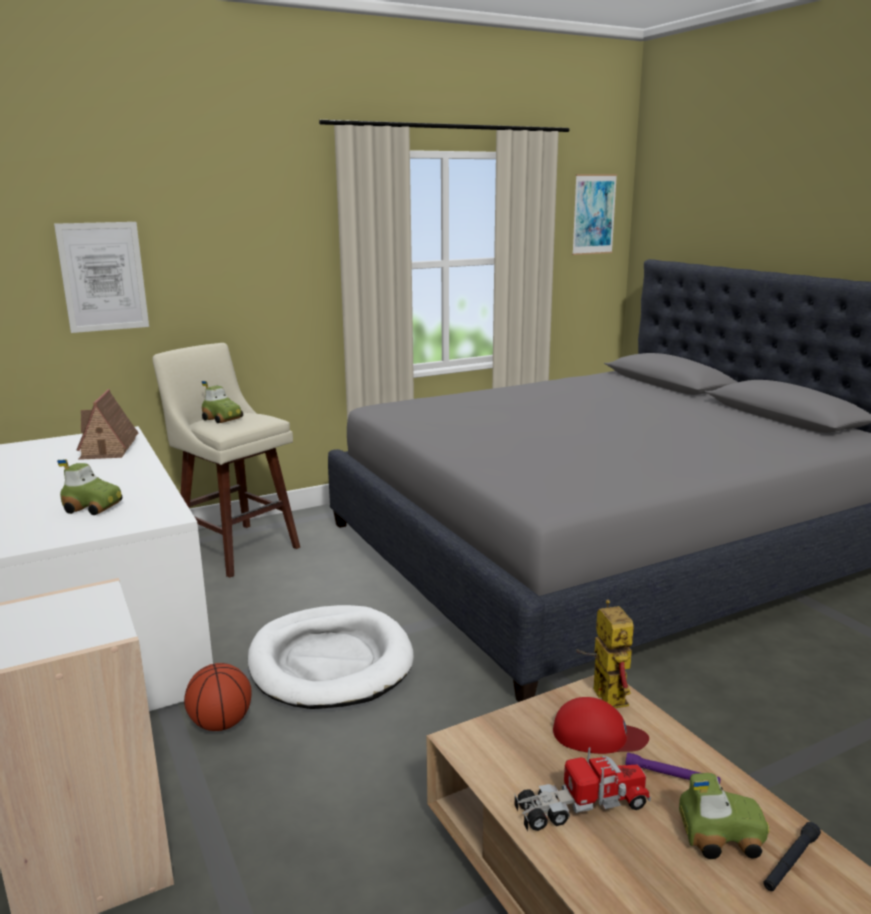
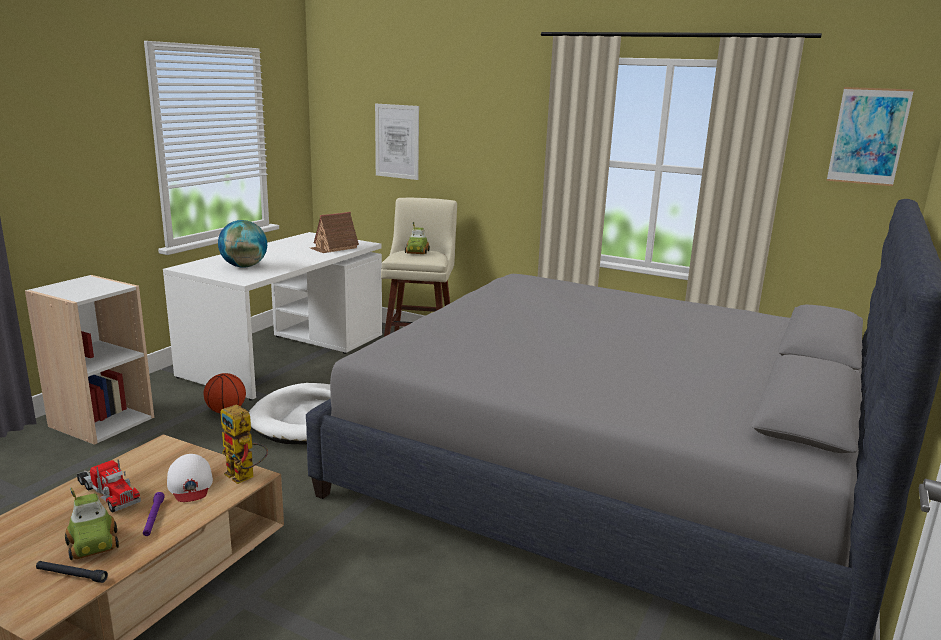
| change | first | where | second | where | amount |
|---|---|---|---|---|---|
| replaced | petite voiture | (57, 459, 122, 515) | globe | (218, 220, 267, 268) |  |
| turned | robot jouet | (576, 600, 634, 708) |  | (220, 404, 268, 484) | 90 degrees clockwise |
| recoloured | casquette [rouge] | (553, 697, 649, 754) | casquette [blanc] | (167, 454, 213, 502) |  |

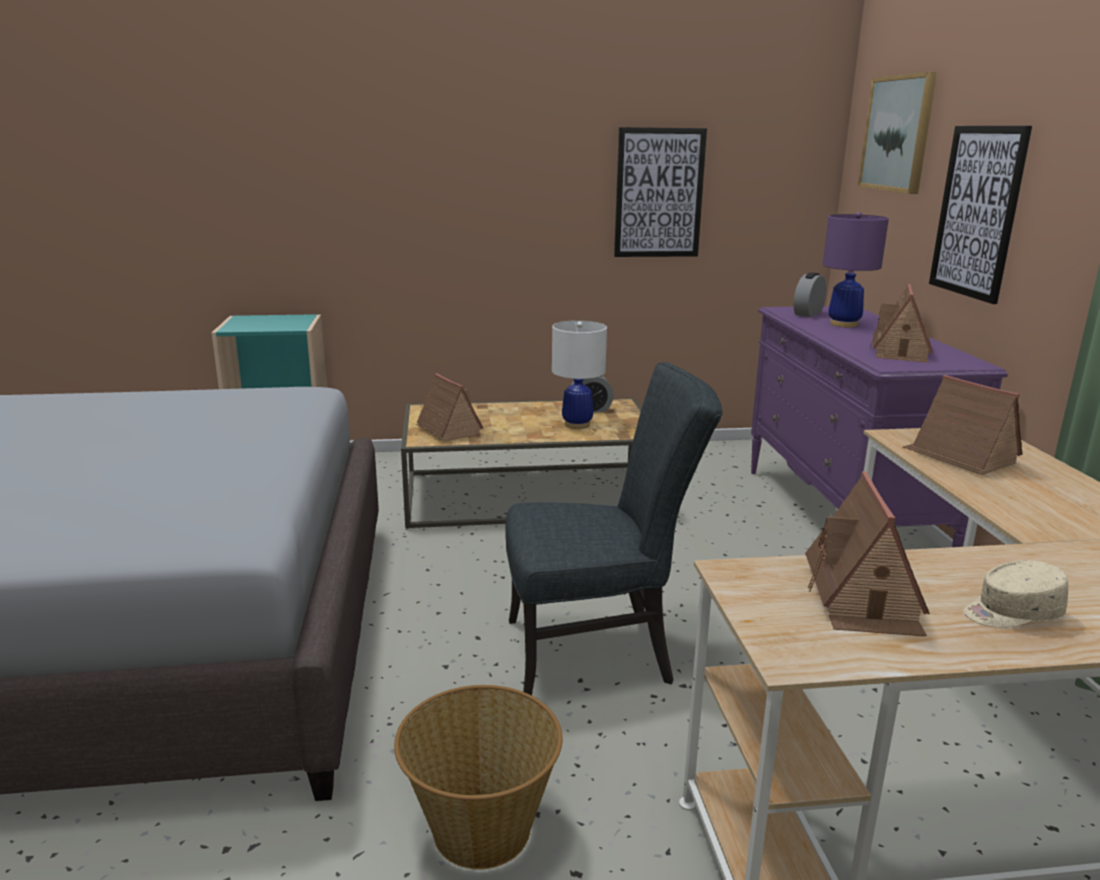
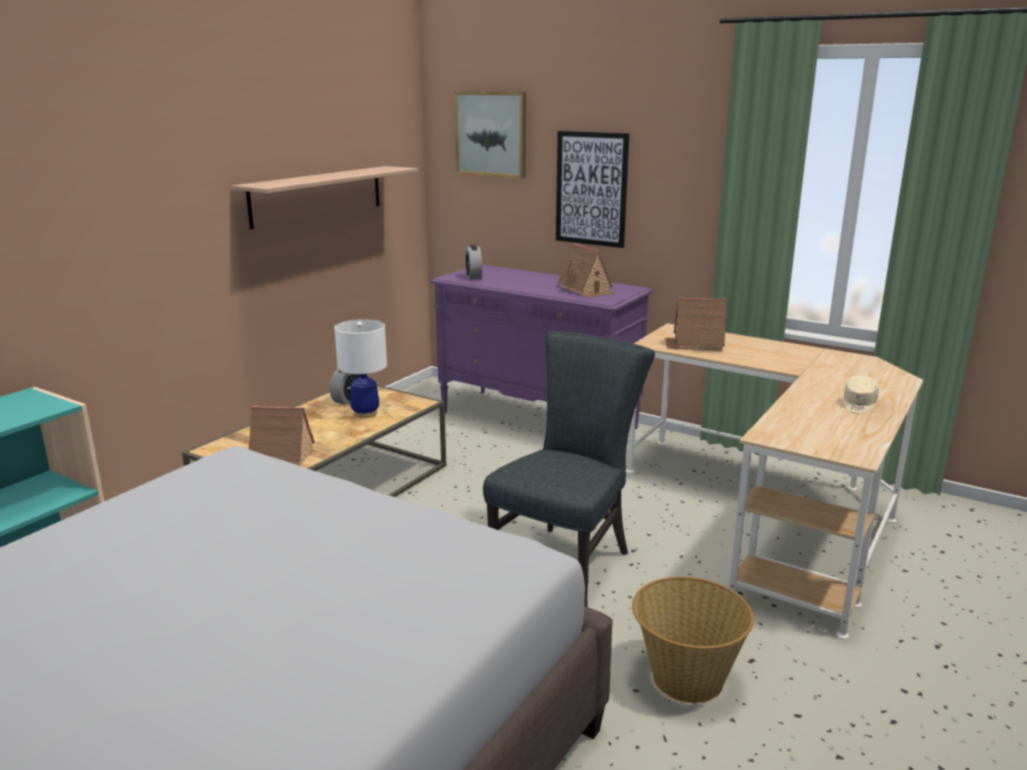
| change | first | where | second | where | amount |
|---|---|---|---|---|---|
| replaced | tableau | (614, 127, 707, 257) | étagère | (232, 166, 418, 229) |  |
| removed | lampe de table [violet] | (823, 212, 889, 328) |  |  |  |
| removed | maison miniature | (805, 471, 930, 637) |  |  |  |

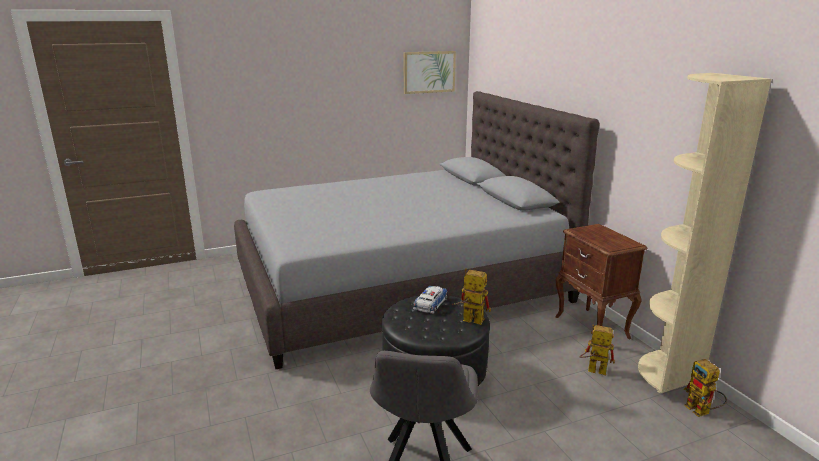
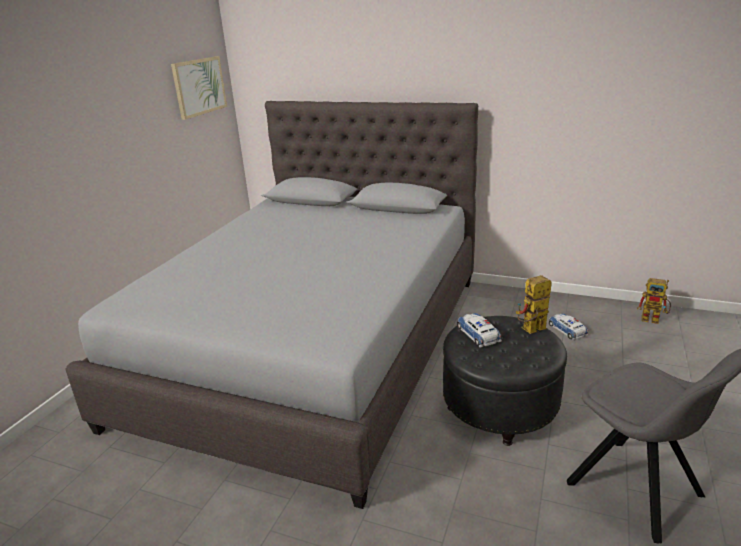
| change | first | where | second | where | amount |
|---|---|---|---|---|---|
| removed | bibliothèque [beige] | (638, 73, 771, 393) |  |  |  |
| removed | table de chevet [marron] | (555, 224, 648, 340) |  |  |  |
| replaced | robot jouet | (580, 324, 615, 375) | petite voiture | (549, 313, 588, 340) |  |

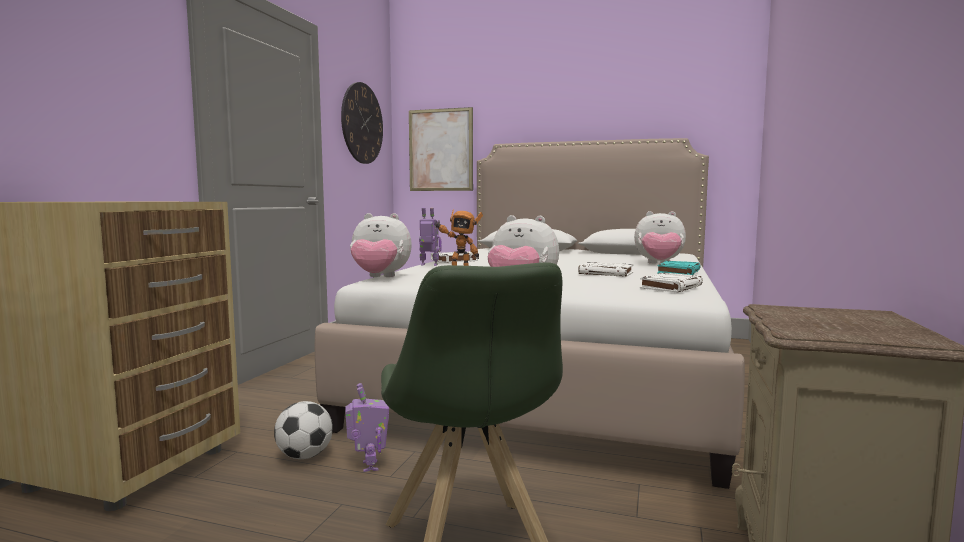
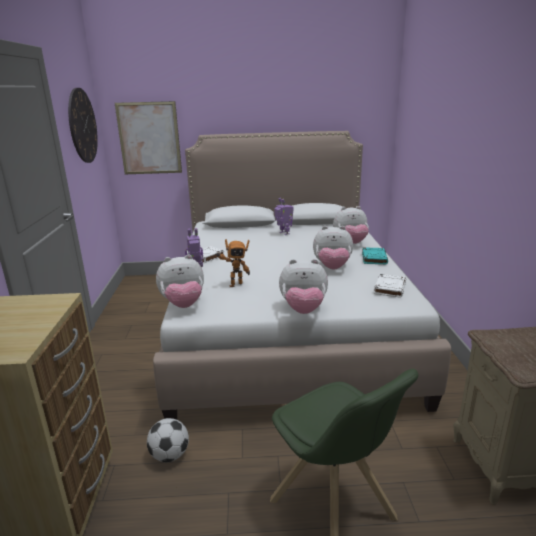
| change | first | where | second | where | amount |
|---|---|---|---|---|---|
| replaced | livre [blanc] | (578, 262, 634, 277) | peluche | (313, 226, 353, 270) |  |
| moved | robot jouet | (345, 383, 389, 472) |  | (274, 198, 294, 235) |  |

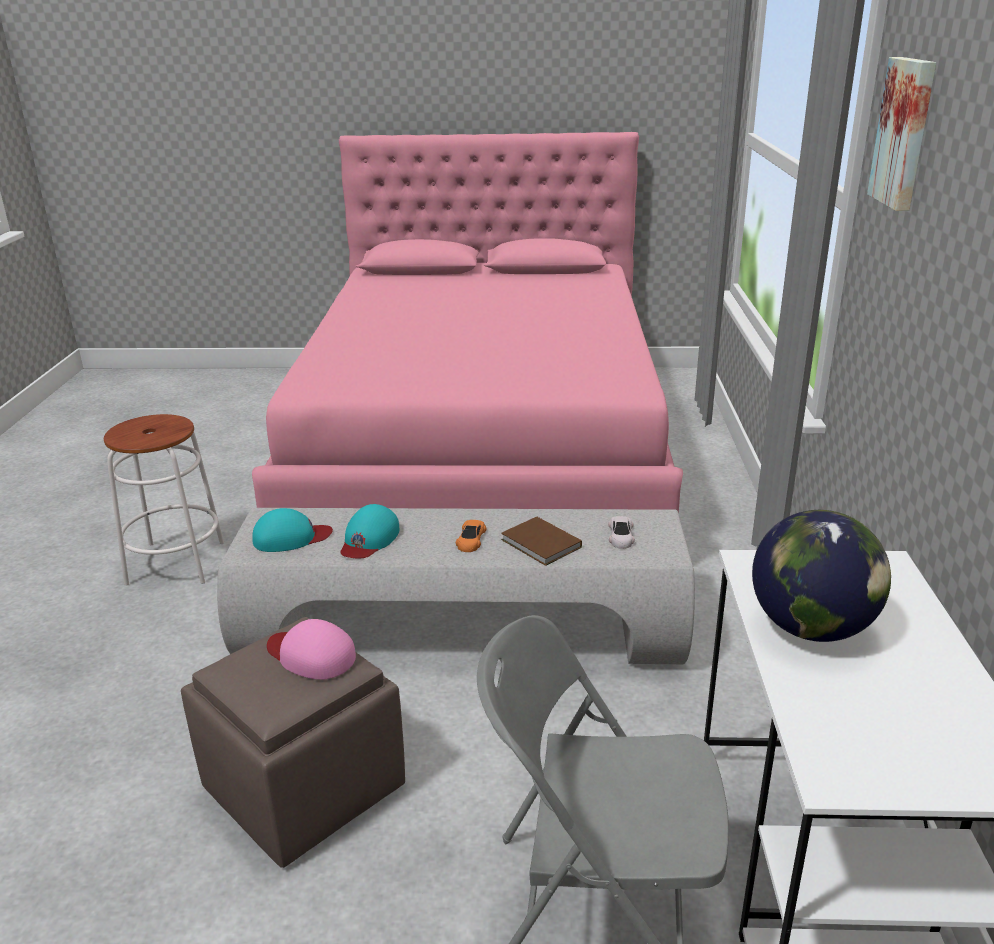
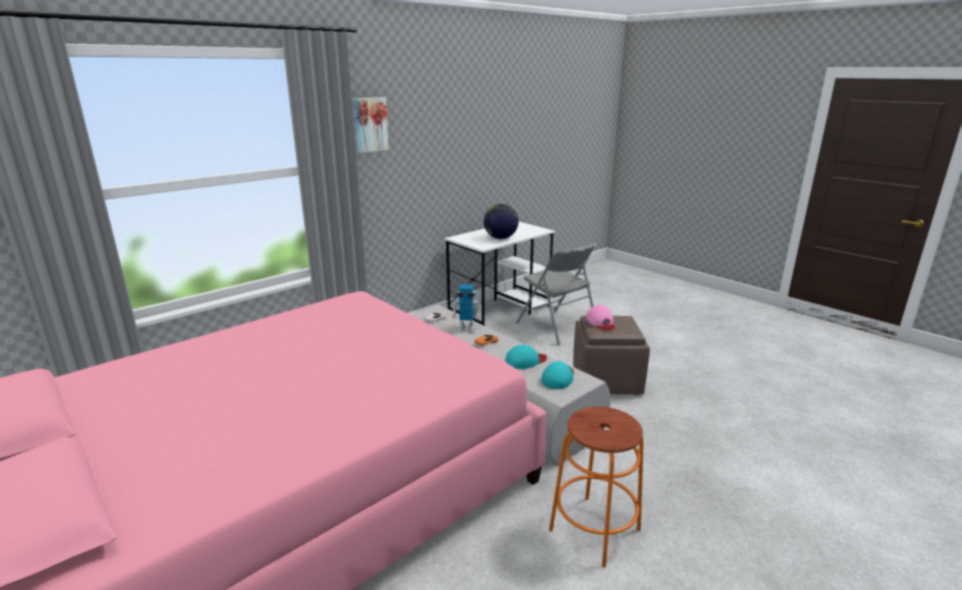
| change | first | where | second | where | amount |
|---|---|---|---|---|---|
| recoloured | tabouret [blanc] | (104, 414, 224, 586) | tabouret [orange] | (549, 406, 643, 568) |  |
| turned | casquette [turquoise] | (252, 508, 333, 552) |  | (542, 361, 574, 389) | 90 degrees clockwise |
| replaced | livre [marron] | (501, 517, 582, 566) | robot jouet | (452, 284, 481, 334) |  |

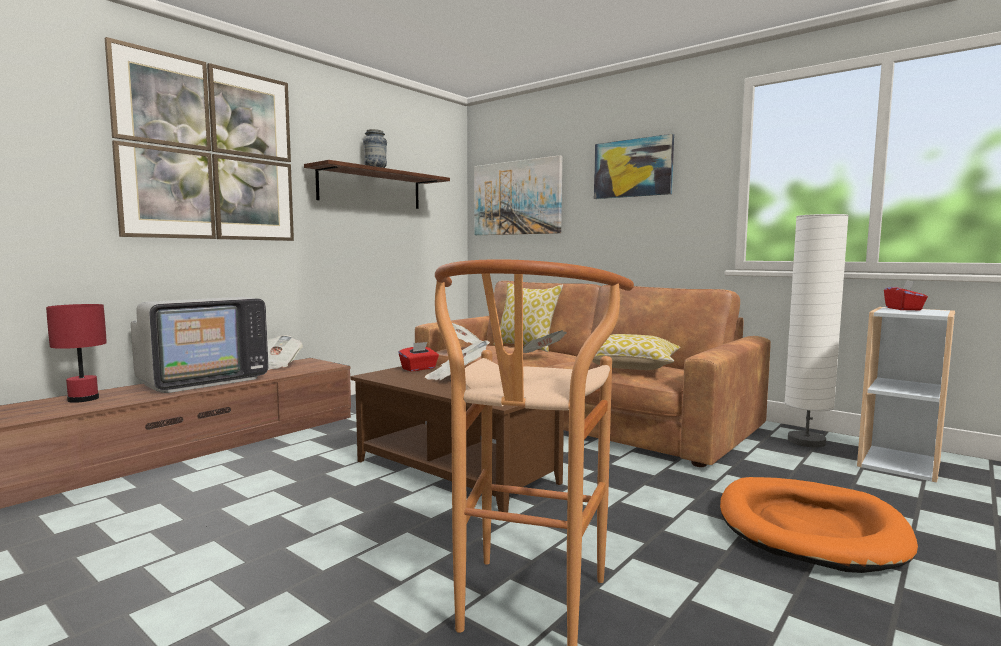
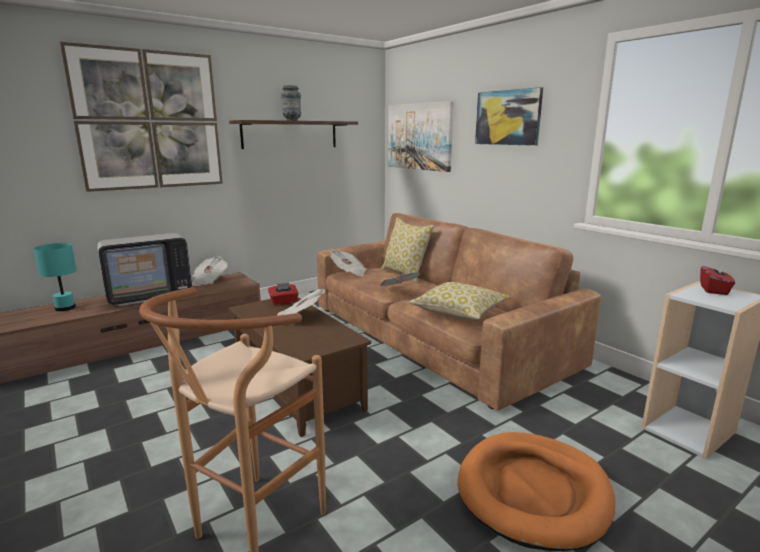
| change | first | where | second | where | amount |
|---|---|---|---|---|---|
| removed | lampadaire [blanc] | (784, 214, 849, 447) |  |  |  |
| recoloured | lampe de table [rouge] | (46, 304, 107, 403) | lampe de table [turquoise] | (33, 243, 76, 311) |  |

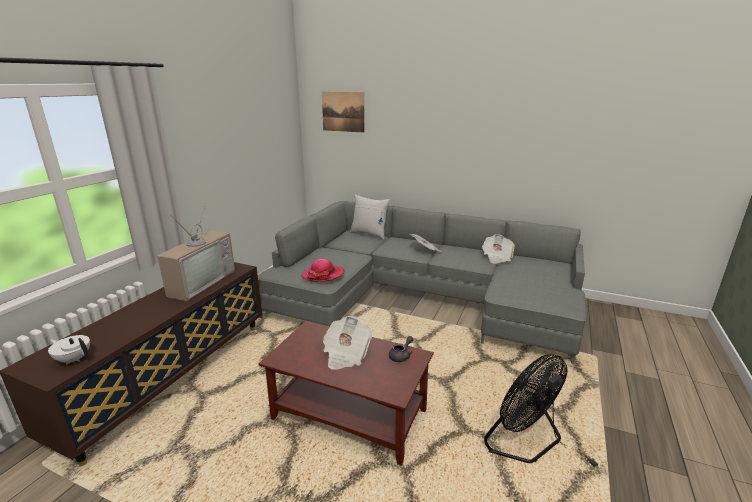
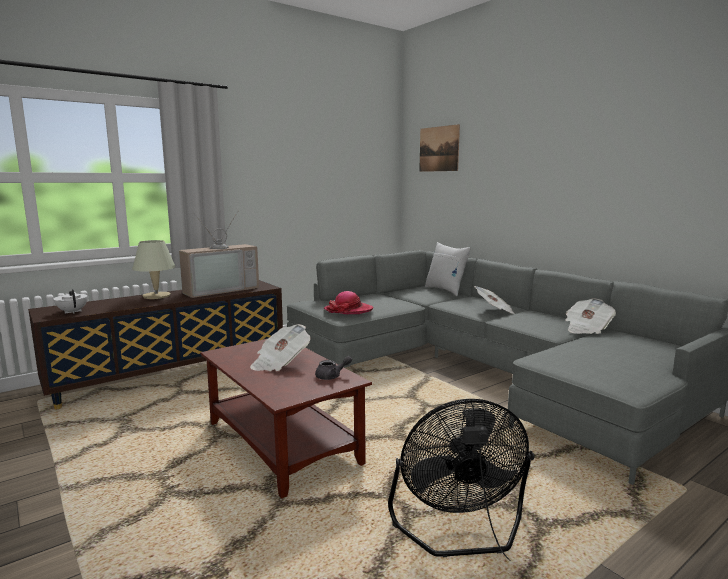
| change | first | where | second | where | amount |
|---|---|---|---|---|---|
| added |  |  | lampe de table [beige] | (132, 240, 176, 299) |  |

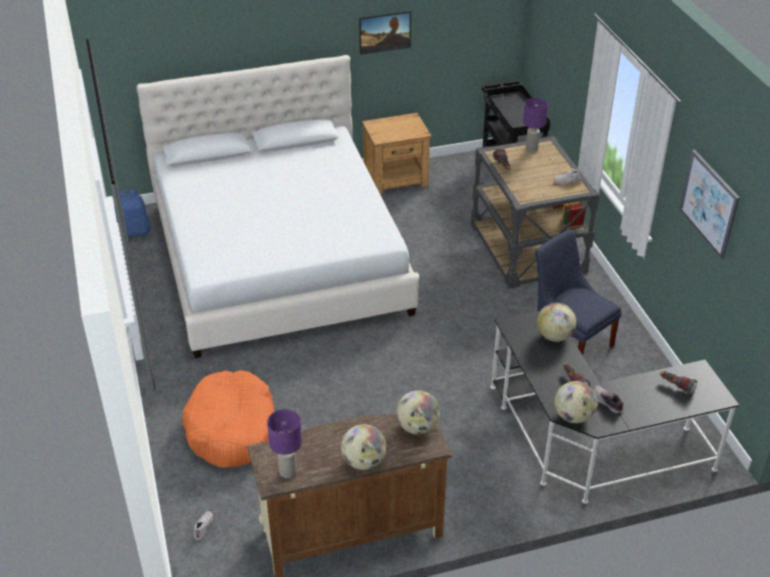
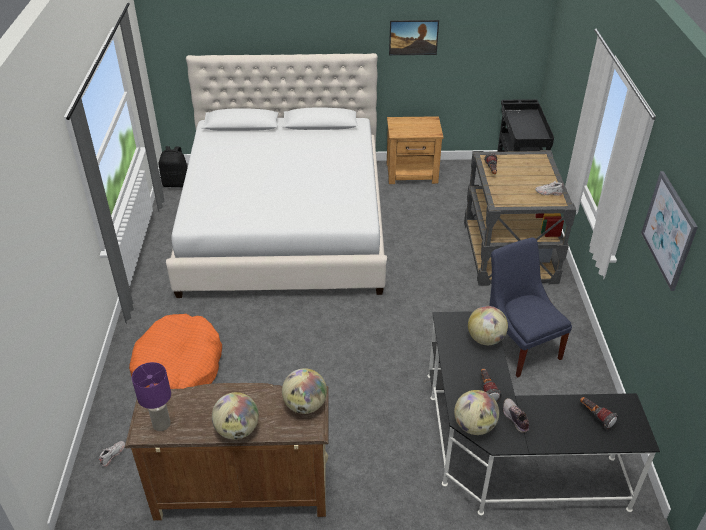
| change | first | where | second | where | amount |
|---|---|---|---|---|---|
| removed | lampe de table [violet] | (523, 98, 548, 152) |  |  |  |
| recoloured | sac à dos [bleu] | (114, 189, 151, 237) | sac à dos [noir] | (158, 146, 187, 187) |  |

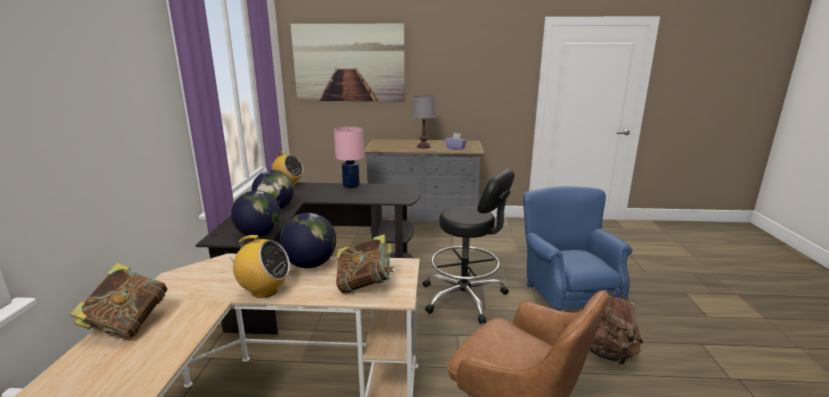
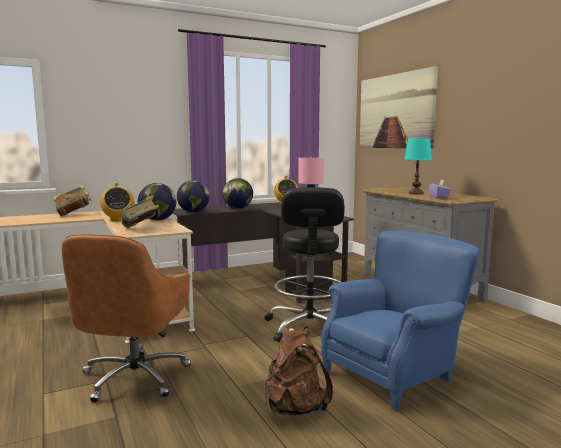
| change | first | where | second | where | amount |
|---|---|---|---|---|---|
| recoloured | lampe de table [gris] | (412, 95, 436, 148) | lampe de table [turquoise] | (404, 138, 432, 194) |  |

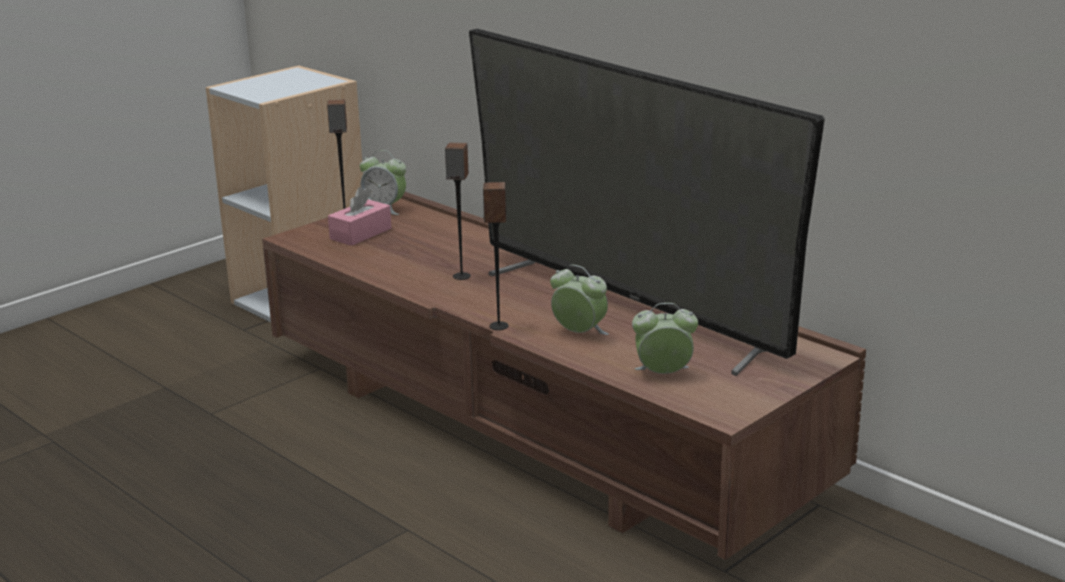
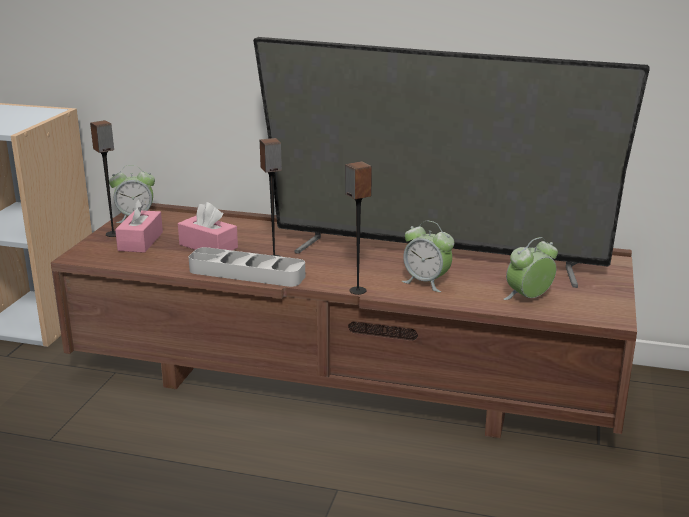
| change | first | where | second | where | amount |
|---|---|---|---|---|---|
| turned | réveil | (550, 264, 608, 335) |  | (402, 221, 454, 292) | 150 degrees counterclockwise |
| added |  |  | boîte à mouchoirs [rose] | (178, 202, 238, 250) |  |
| added |  |  | plateau [gris] | (188, 247, 305, 287) |  |

